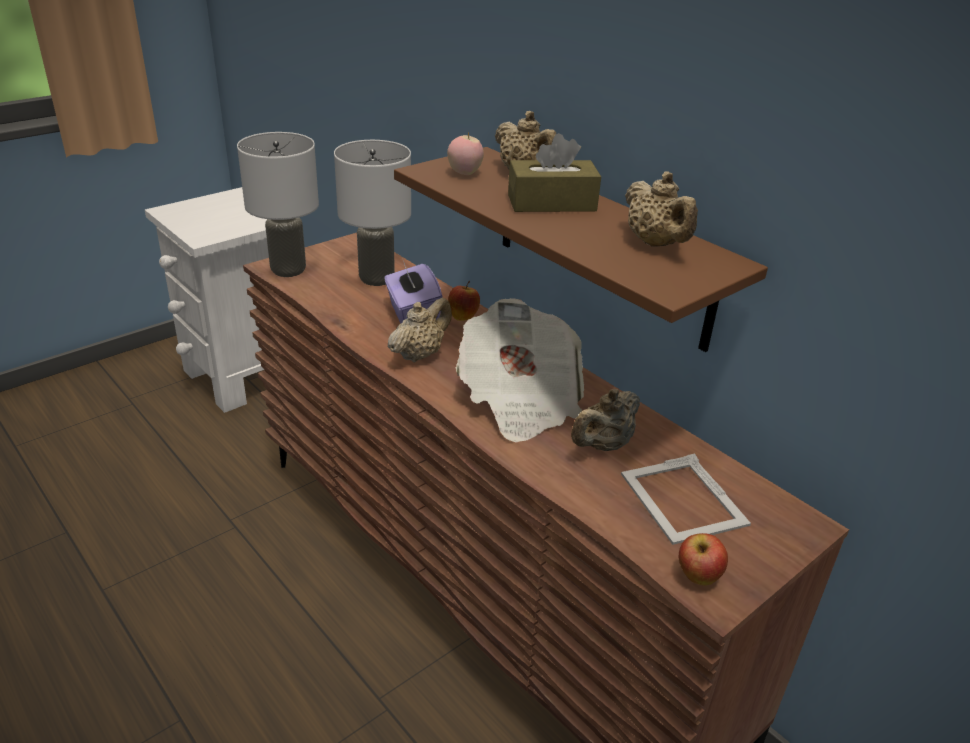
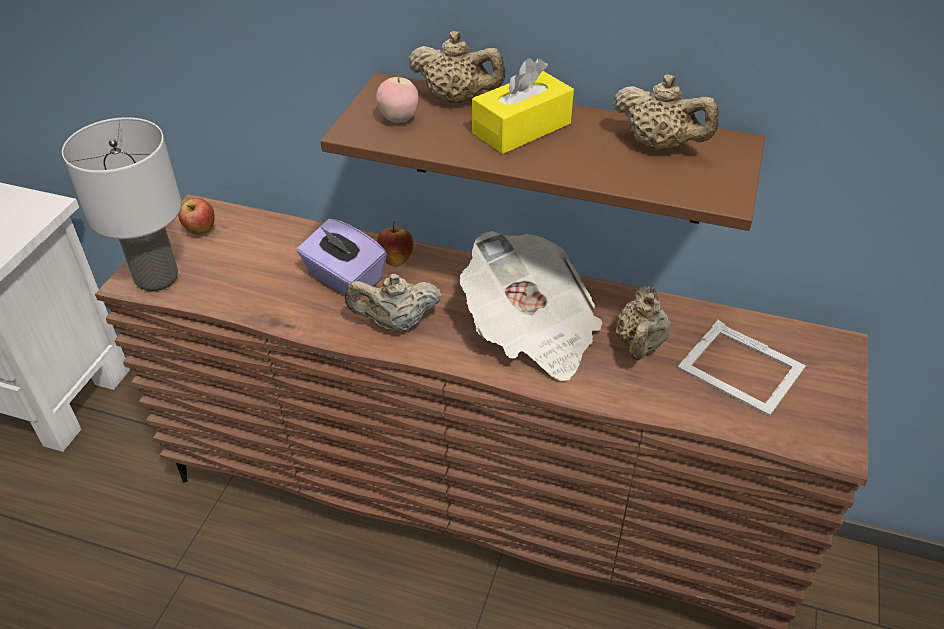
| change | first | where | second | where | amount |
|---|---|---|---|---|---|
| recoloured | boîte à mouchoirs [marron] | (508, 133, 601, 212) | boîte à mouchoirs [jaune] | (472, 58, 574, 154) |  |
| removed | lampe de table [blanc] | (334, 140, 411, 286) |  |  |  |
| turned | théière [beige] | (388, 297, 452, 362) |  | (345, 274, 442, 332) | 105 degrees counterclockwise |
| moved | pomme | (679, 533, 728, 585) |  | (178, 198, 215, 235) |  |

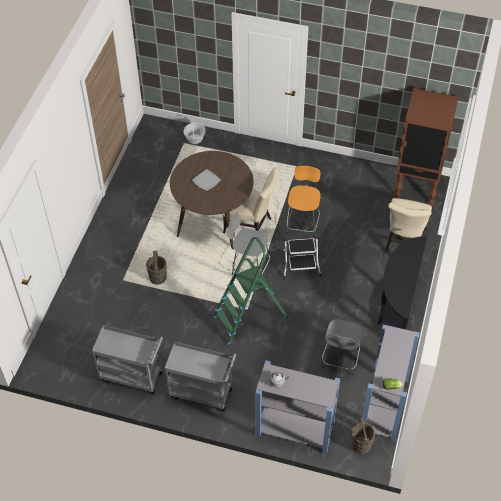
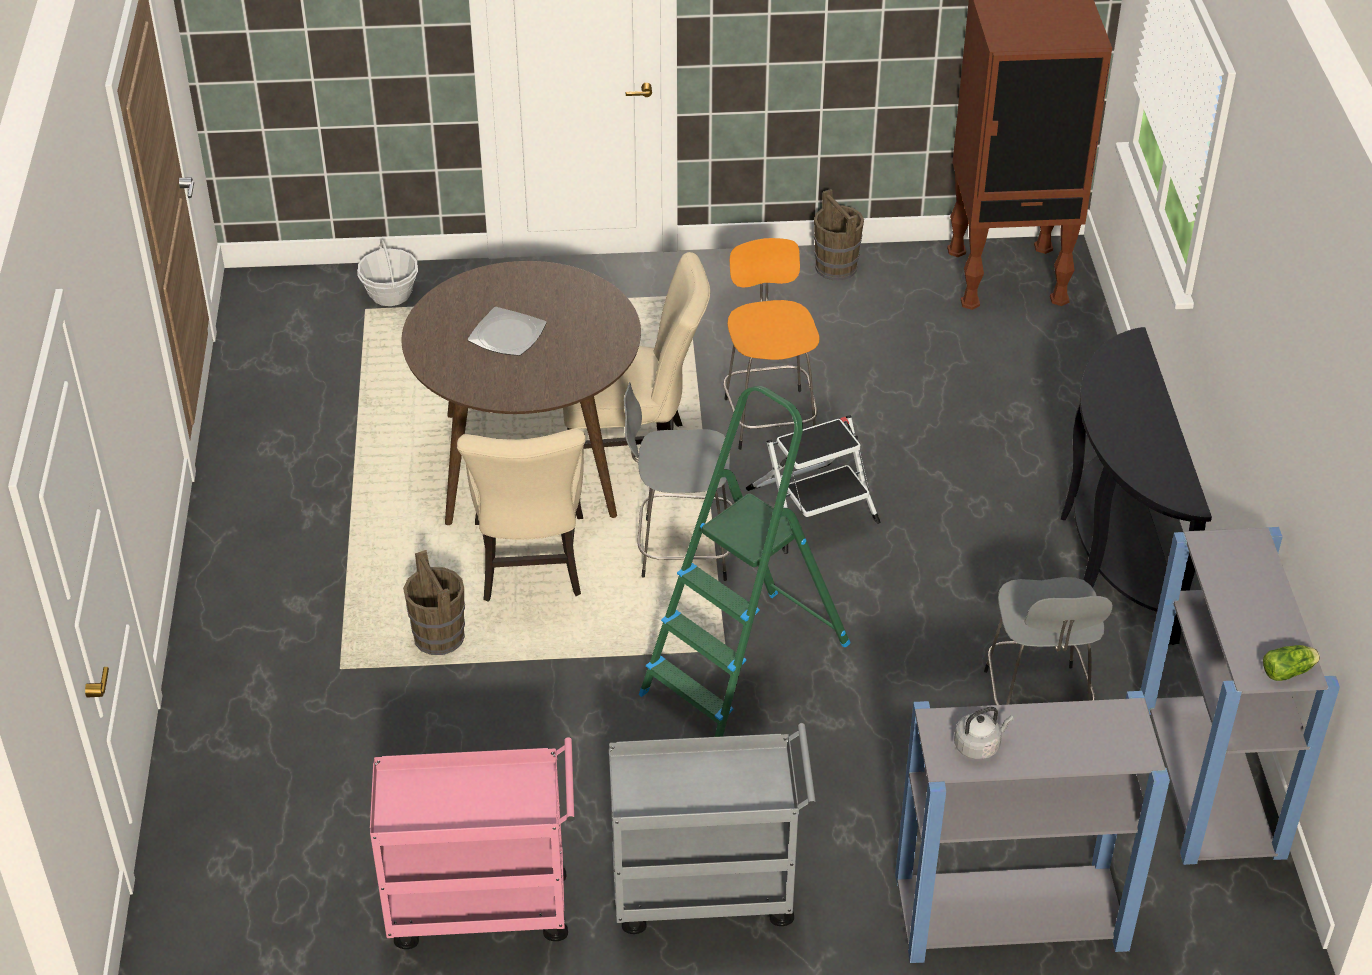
| change | first | where | second | where | amount |
|---|---|---|---|---|---|
| moved | chaise [beige] | (385, 198, 432, 252) |  | (457, 428, 586, 602) |  |
| recoloured | chariot [gris] | (92, 325, 163, 395) | chariot [rose] | (370, 737, 575, 949) |  |
| moved | seau [marron] | (352, 418, 375, 454) |  | (814, 189, 864, 280) |  |

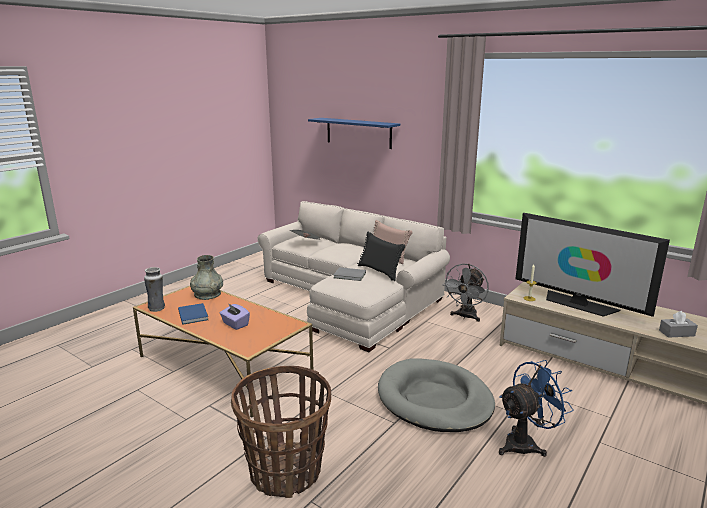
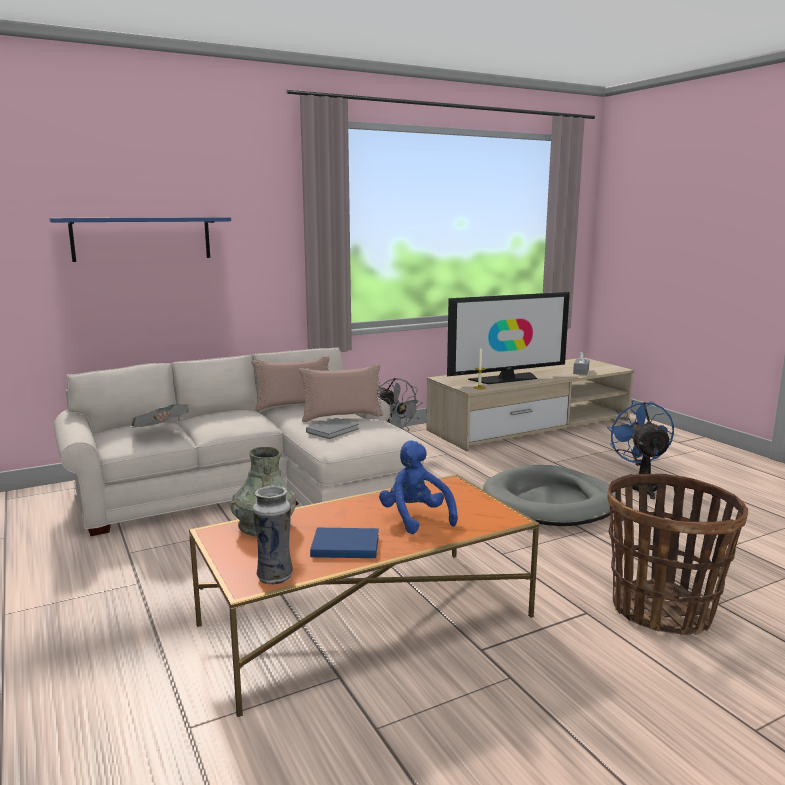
| change | first | where | second | where | amount |
|---|---|---|---|---|---|
| recoloured | coussin [noir] | (357, 232, 406, 281) | coussin [beige] | (298, 364, 383, 422) |  |
| replaced | boîte à mouchoirs [violet] | (220, 303, 250, 330) | peluche [bleu] | (379, 440, 458, 534) |  |

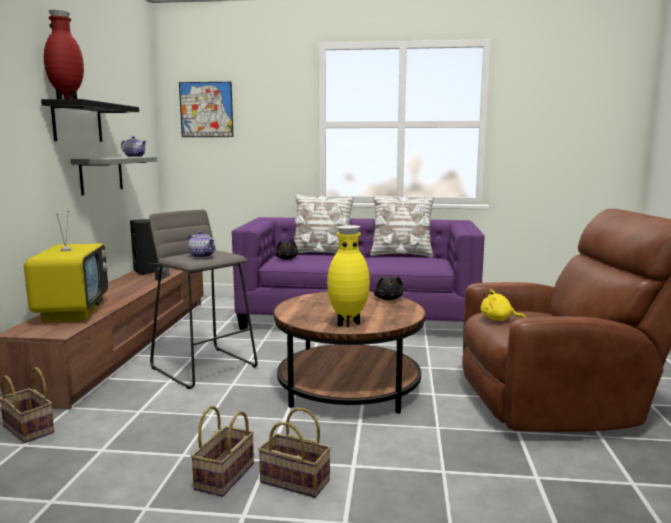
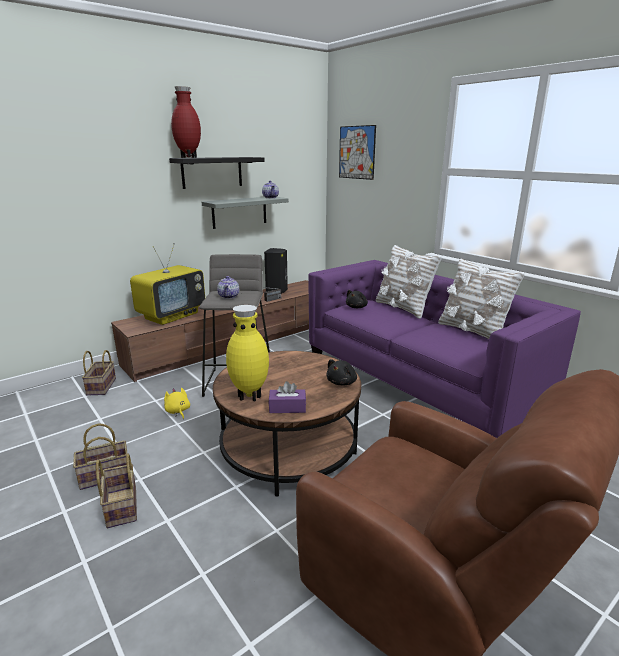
| change | first | where | second | where | amount |
|---|---|---|---|---|---|
| moved | peluche [jaune] | (481, 289, 526, 321) |  | (164, 388, 190, 419) |  |
| added |  |  | boîte à mouchoirs [violet] | (269, 381, 306, 413) |  |

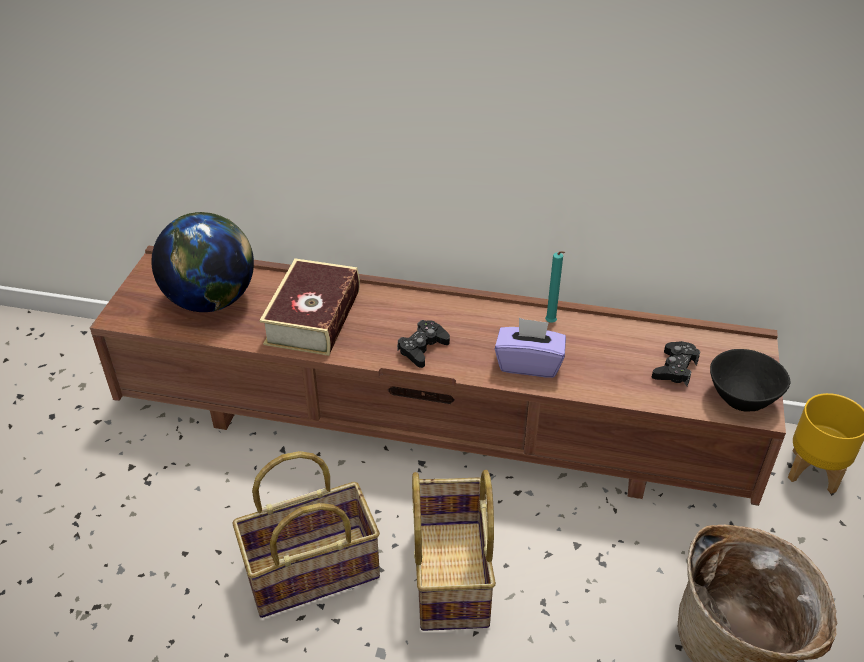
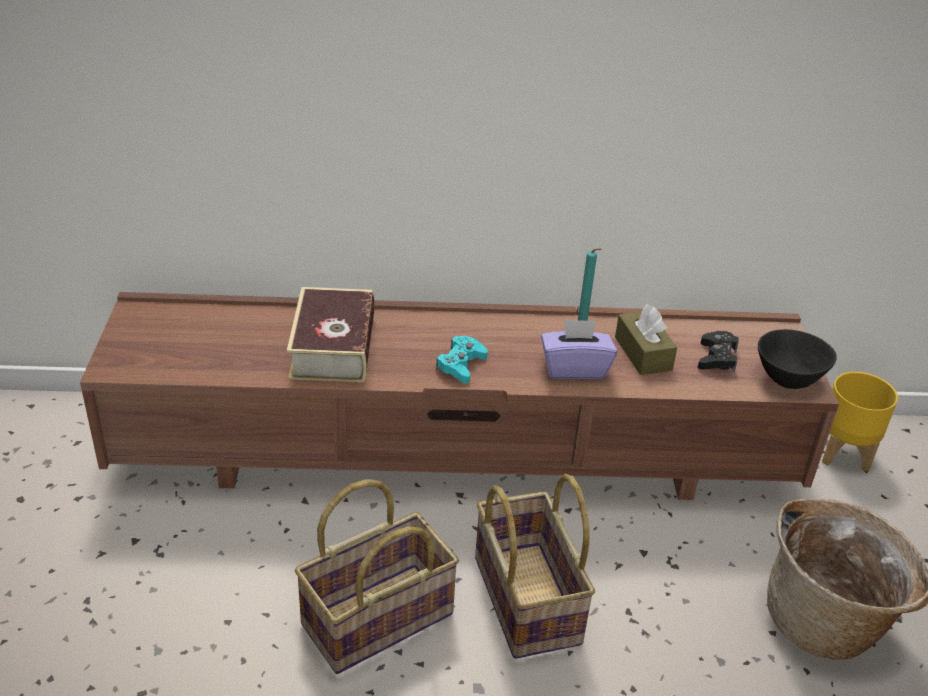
| change | first | where | second | where | amount |
|---|---|---|---|---|---|
| removed | globe | (151, 212, 254, 312) |  |  |  |
| recoloured | manette [noir] | (397, 320, 450, 368) | manette [turquoise] | (436, 336, 488, 384) |  |
| added |  |  | boîte à mouchoirs [marron] | (615, 304, 677, 375) |  |

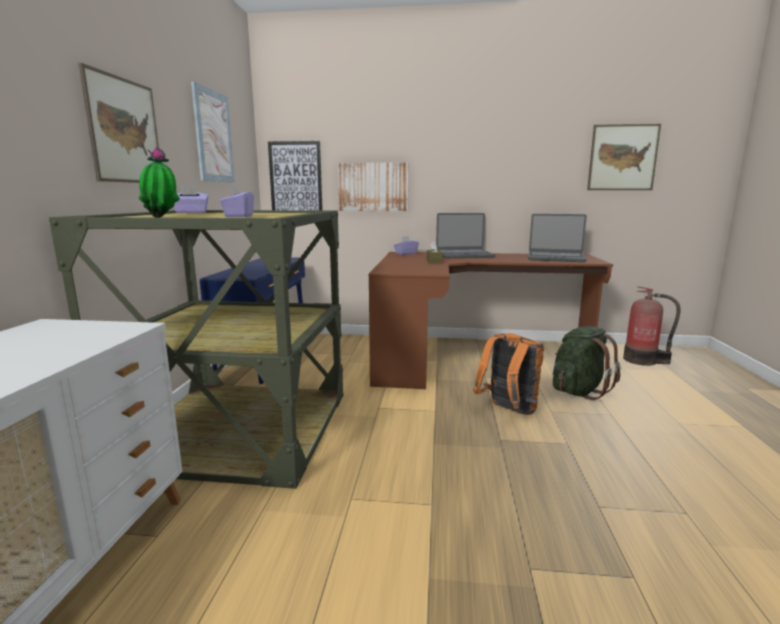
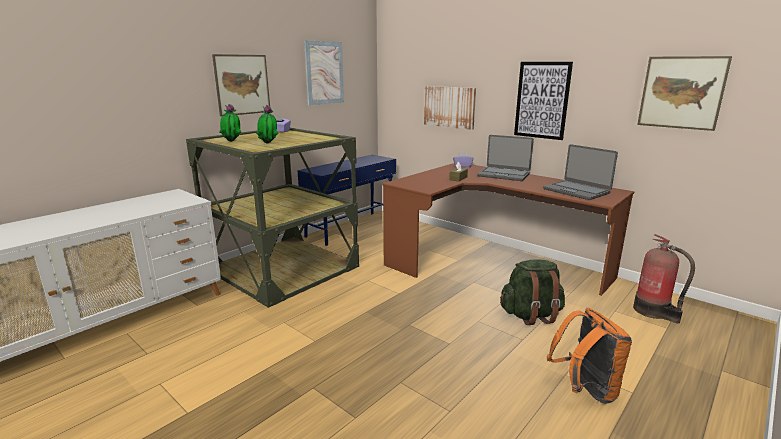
| change | first | where | second | where | amount |
|---|---|---|---|---|---|
| moved | tableau | (268, 141, 323, 211) |  | (514, 62, 573, 140) |  |
| replaced | boîte à mouchoirs [violet] | (220, 184, 254, 217) | plante en pot | (256, 105, 279, 144) |  |
| moved | sac à dos [orange] | (473, 333, 544, 415) |  | (547, 308, 632, 404) |  |

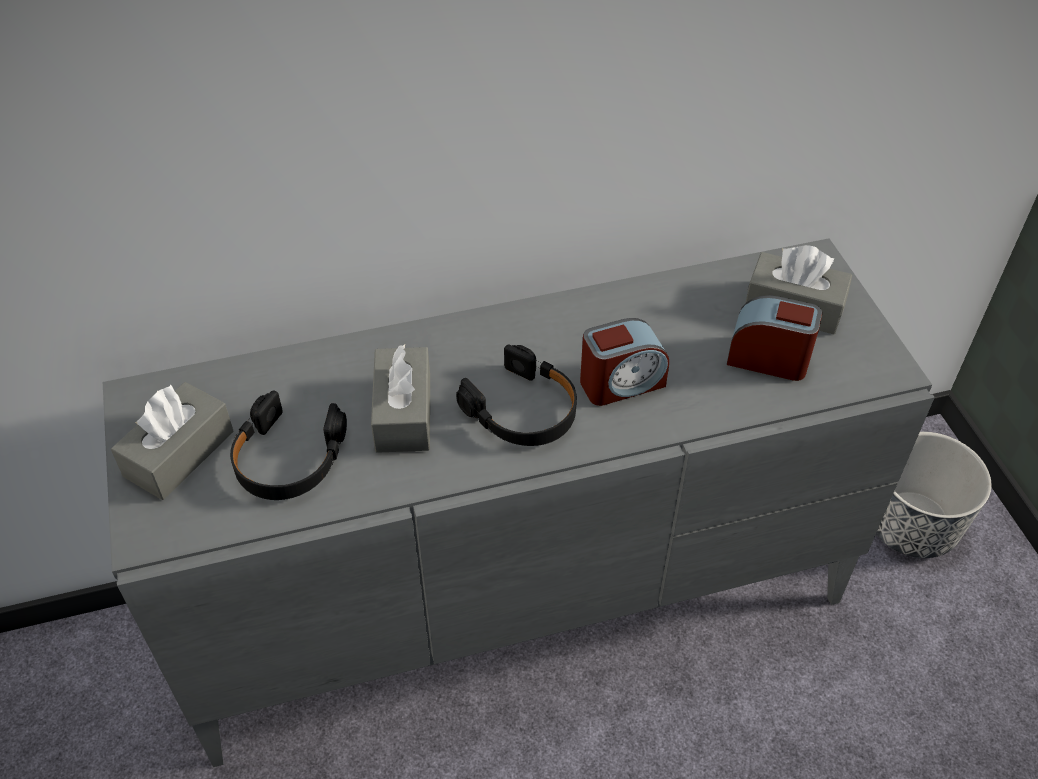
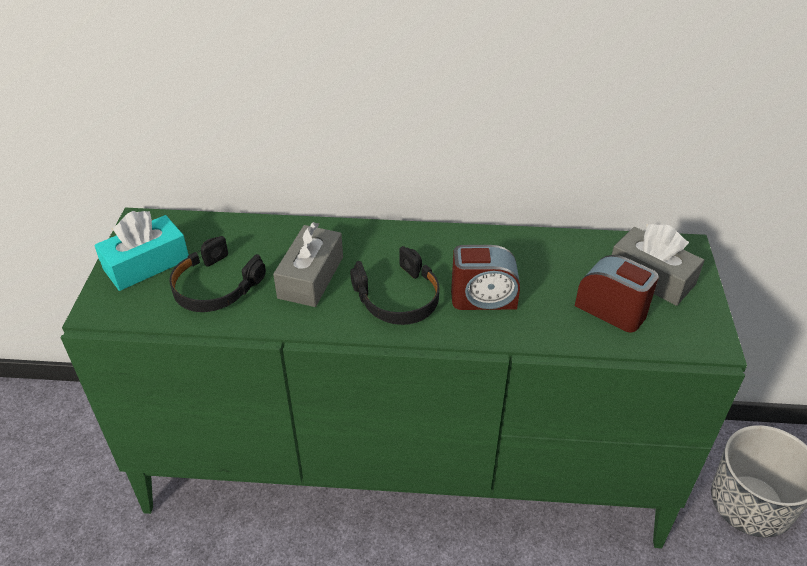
| change | first | where | second | where | amount |
|---|---|---|---|---|---|
| recoloured | commode [gris] | (103, 238, 935, 767) | commode [vert] | (60, 208, 747, 548) |  |
| recoloured | boîte à mouchoirs [gris] | (111, 382, 234, 500) | boîte à mouchoirs [turquoise] | (94, 211, 189, 291) |  |

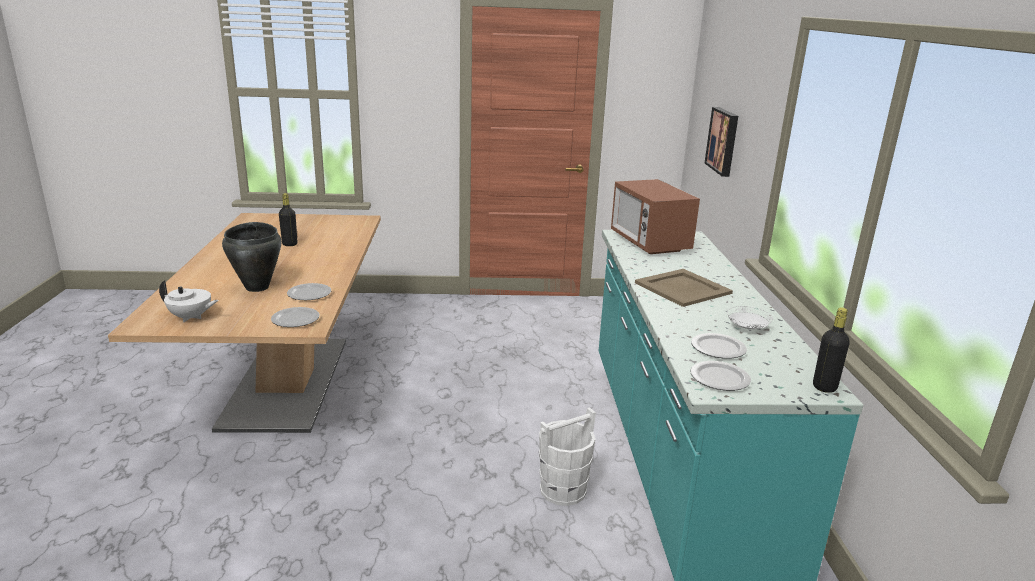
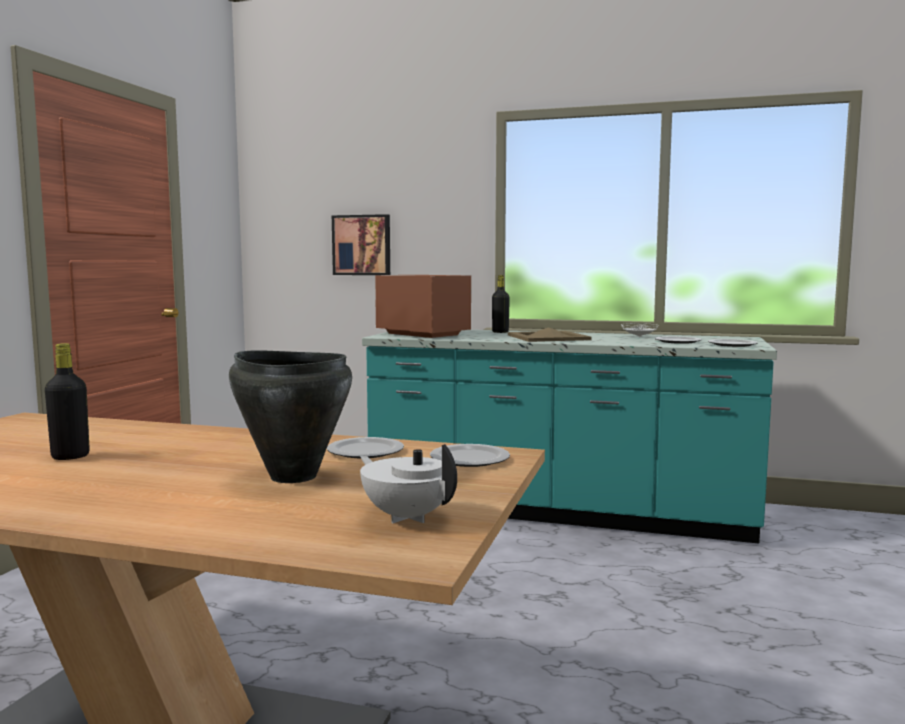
| change | first | where | second | where | amount |
|---|---|---|---|---|---|
| turned | micro-ondes | (611, 179, 700, 254) |  | (375, 275, 471, 338) | 135 degrees counterclockwise |
| turned | théière [blanc] | (159, 281, 219, 322) |  | (360, 444, 457, 523) | 75 degrees counterclockwise |
| moved | bouteille [noir] | (813, 308, 850, 393) |  | (492, 275, 510, 333) |  |
| removed | seau [blanc] | (539, 407, 596, 506) |  |  |  |

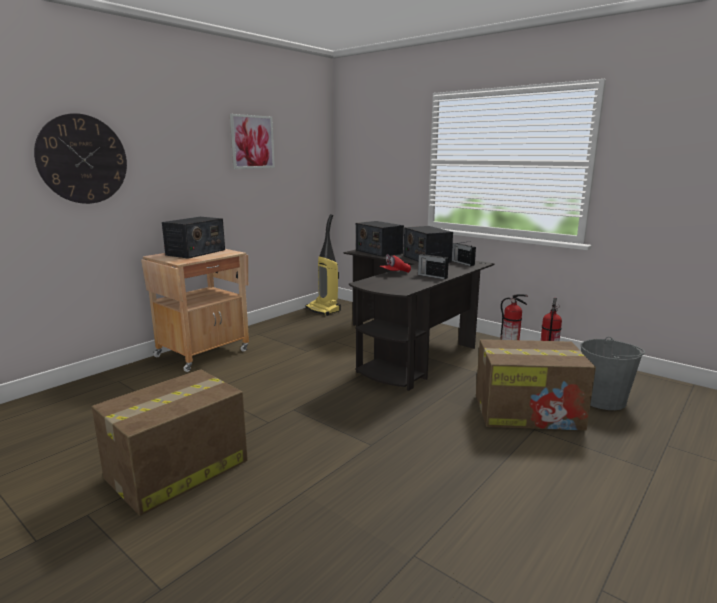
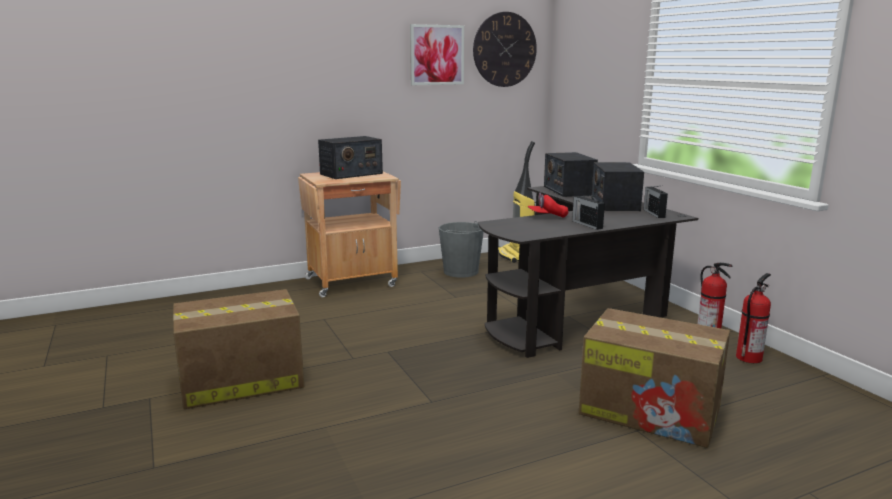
| change | first | where | second | where | amount |
|---|---|---|---|---|---|
| moved | horloge murale | (34, 113, 127, 204) |  | (473, 12, 537, 87) |  |
| moved | seau [gris] | (581, 337, 645, 410) |  | (439, 221, 484, 278) |  |

